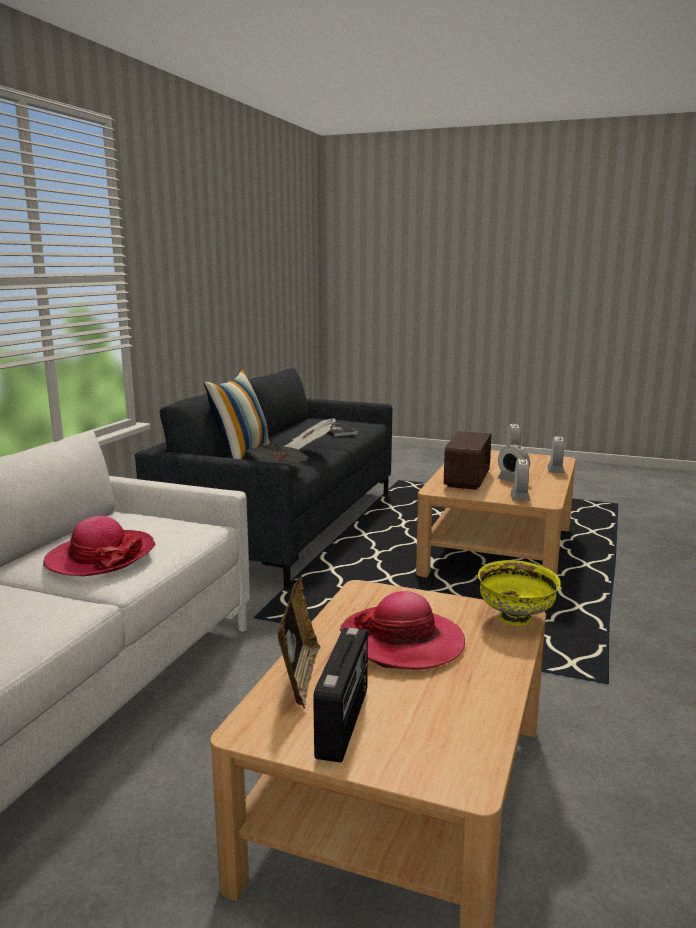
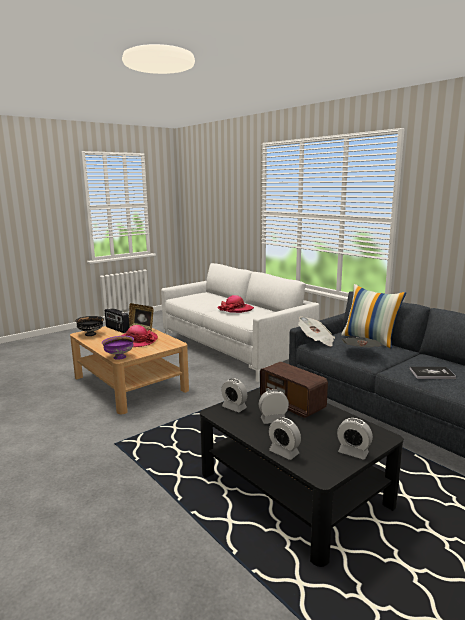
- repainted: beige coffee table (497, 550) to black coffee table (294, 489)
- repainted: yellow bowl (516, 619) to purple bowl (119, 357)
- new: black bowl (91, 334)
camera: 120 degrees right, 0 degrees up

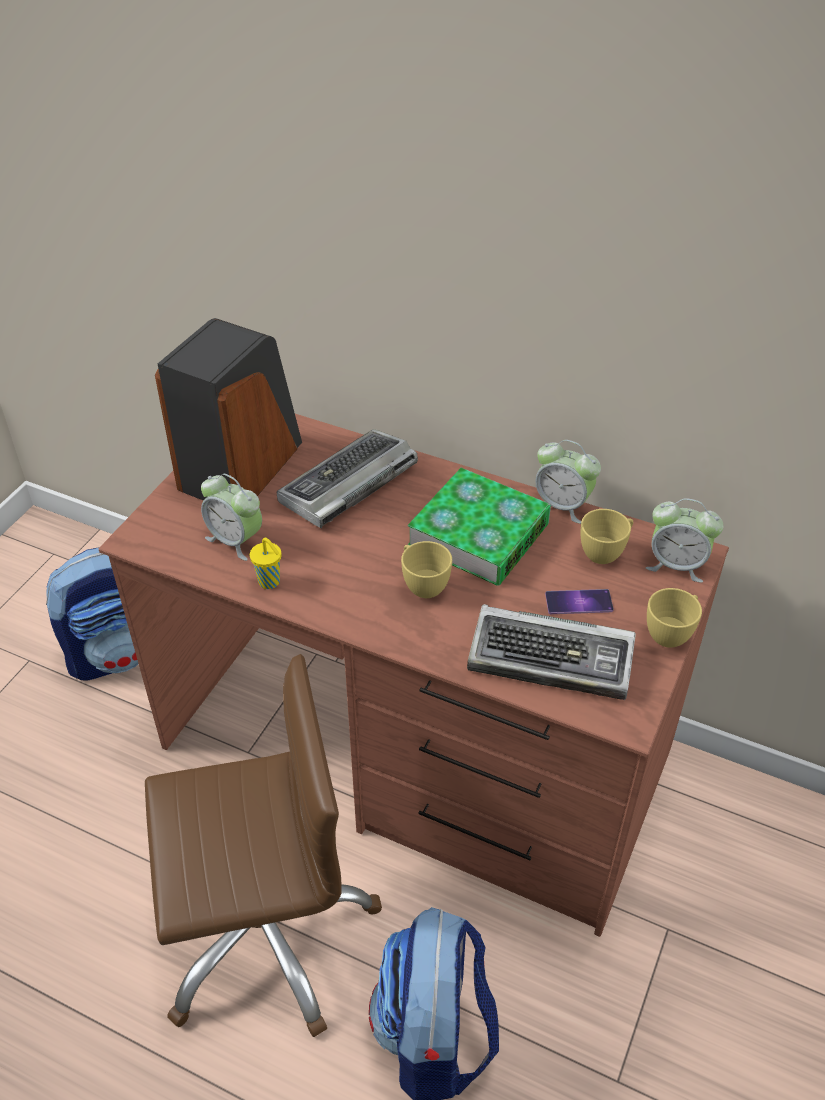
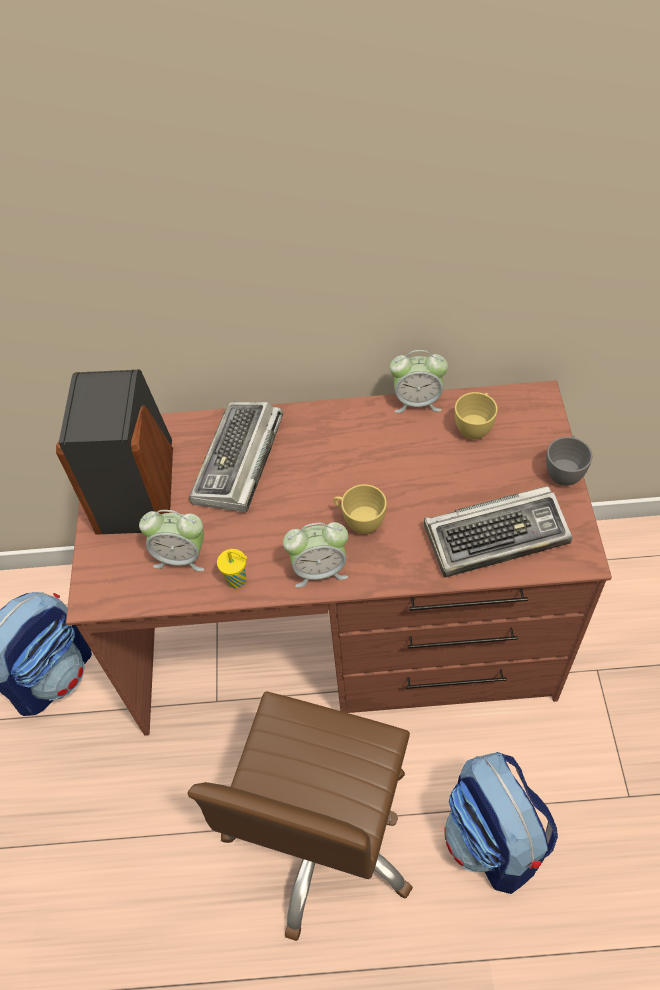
- rotated: brown office chair (265, 931) = (323, 834) 150 degrees clockwise
- gone: book (479, 534)
- gone: phone (579, 602)
- shifted: alarm clock (676, 564) to (319, 570)
- repainted: yellow cup (671, 633) to grey cup (564, 471)
camera: 25 degrees left, 10 degrees up

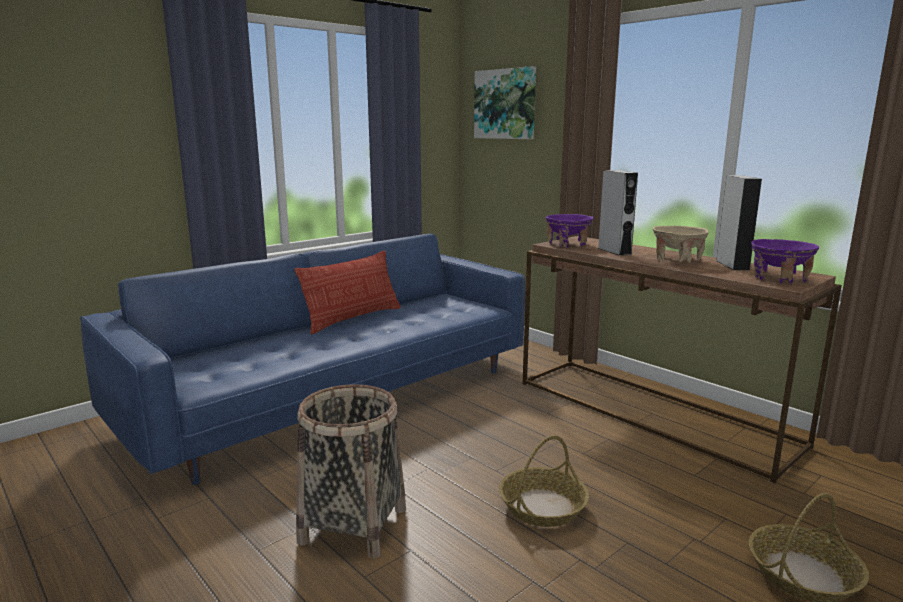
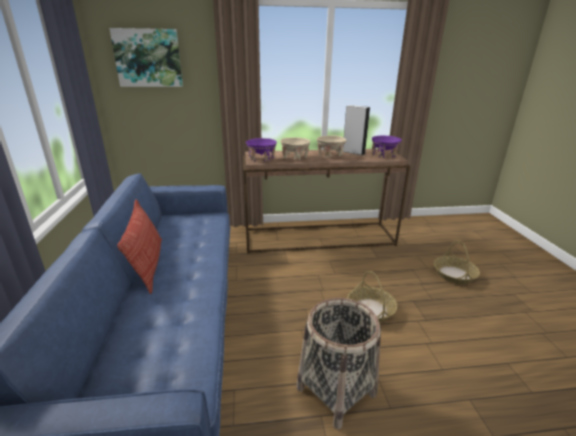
- swapped: grey speaker (614, 251) to beige bowl (294, 157)
camera: 55 degrees left, 10 degrees up

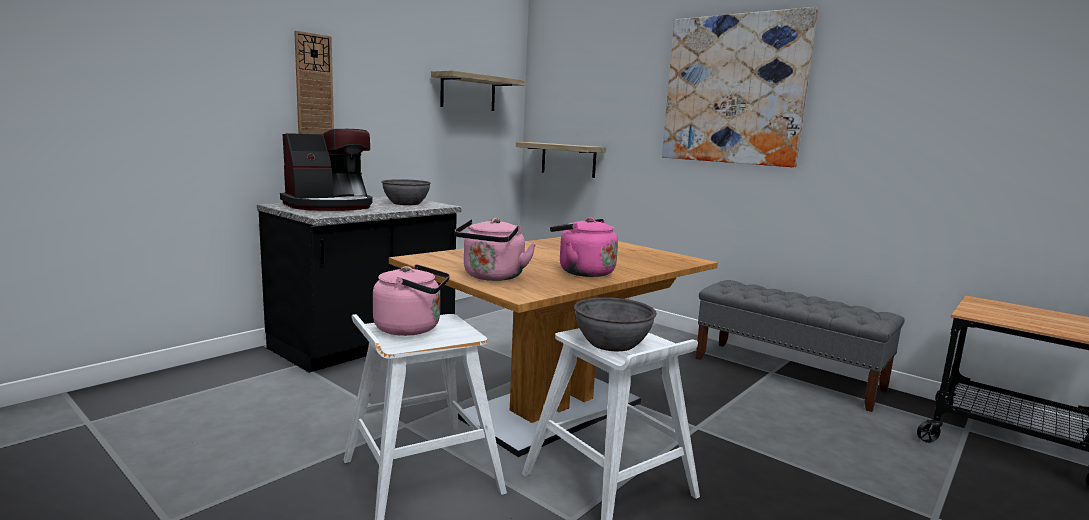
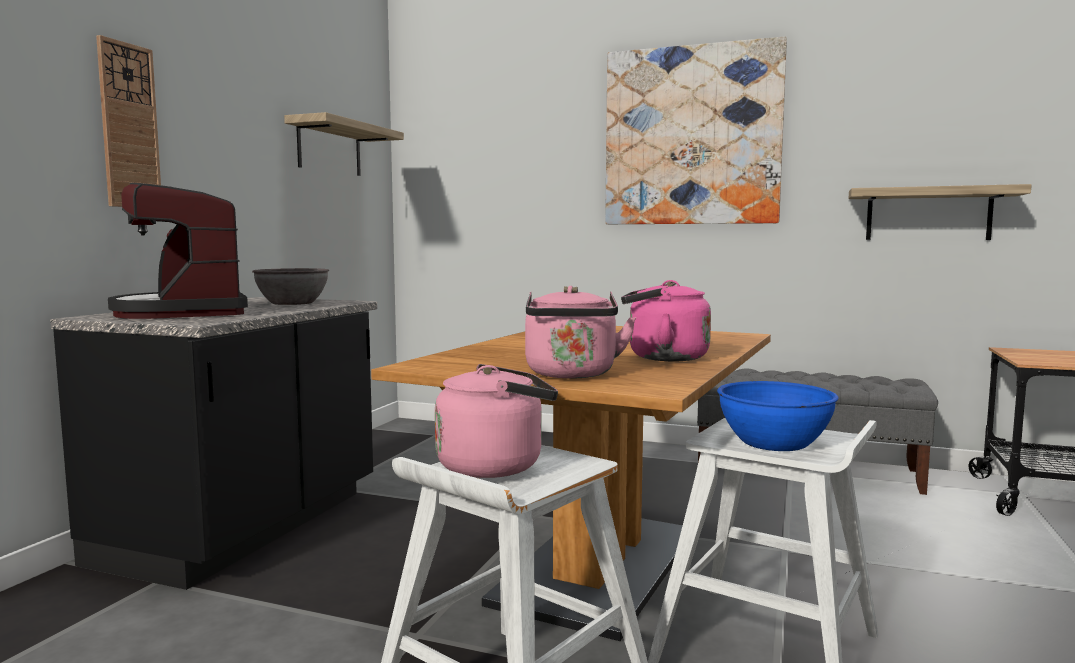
- rotated: coffee machine (329, 206) = (183, 312) 120 degrees clockwise
- shifted: shelf (568, 159) to (928, 214)
- repainted: grey bowl (612, 344) to blue bowl (773, 443)
camera: 20 degrees left, 5 degrees down

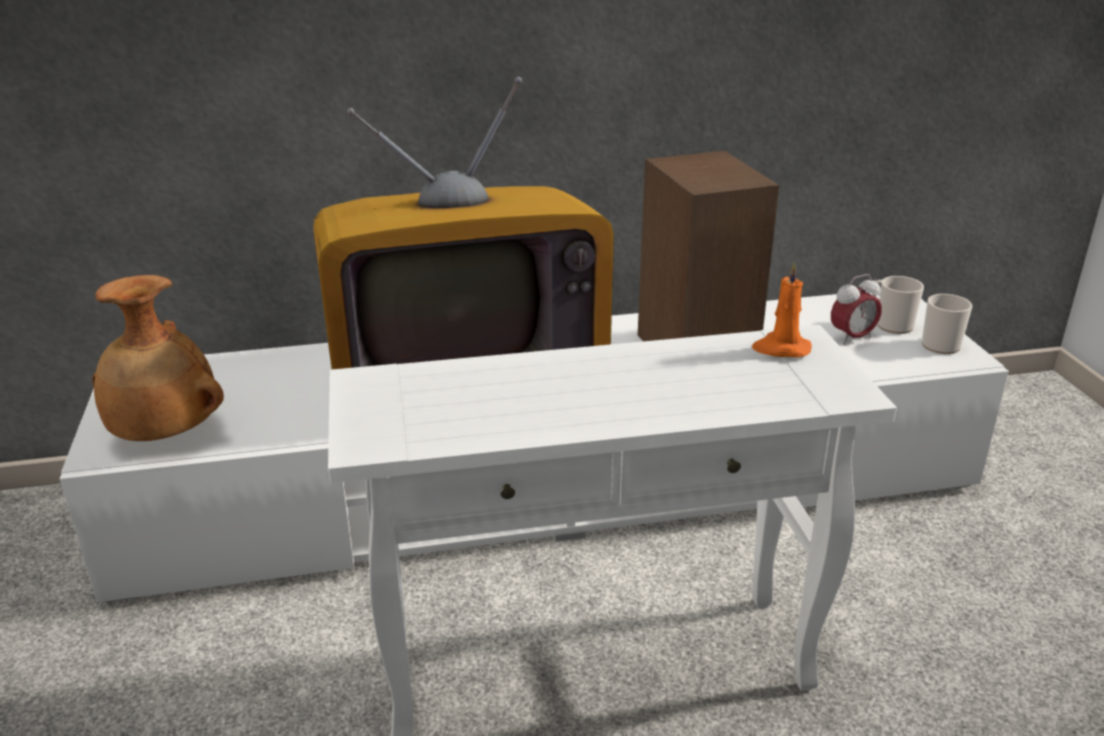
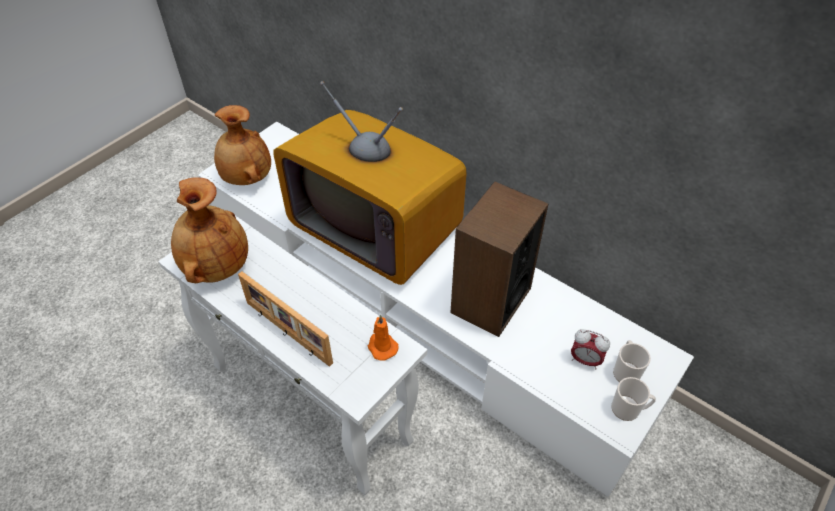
- new: brown vase (216, 266)
- new: picture frame (287, 333)
camera: 50 degrees right, 20 degrees up

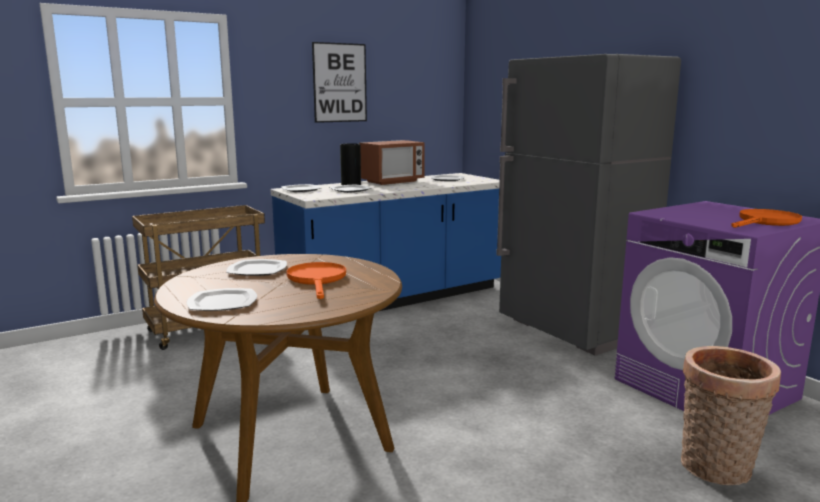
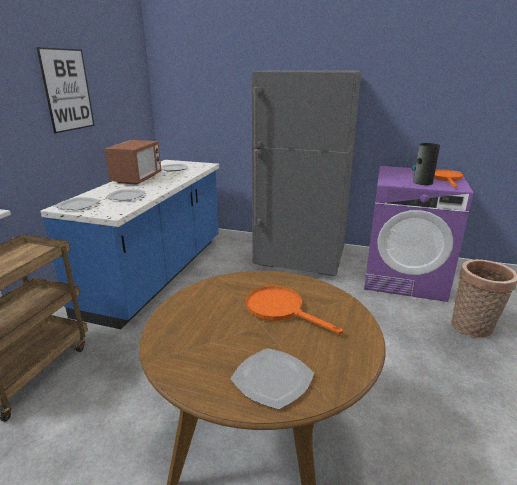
- gone: plate (257, 270)
- shifted: vase (350, 184) to (422, 182)
camera: 40 degrees left, 10 degrees up

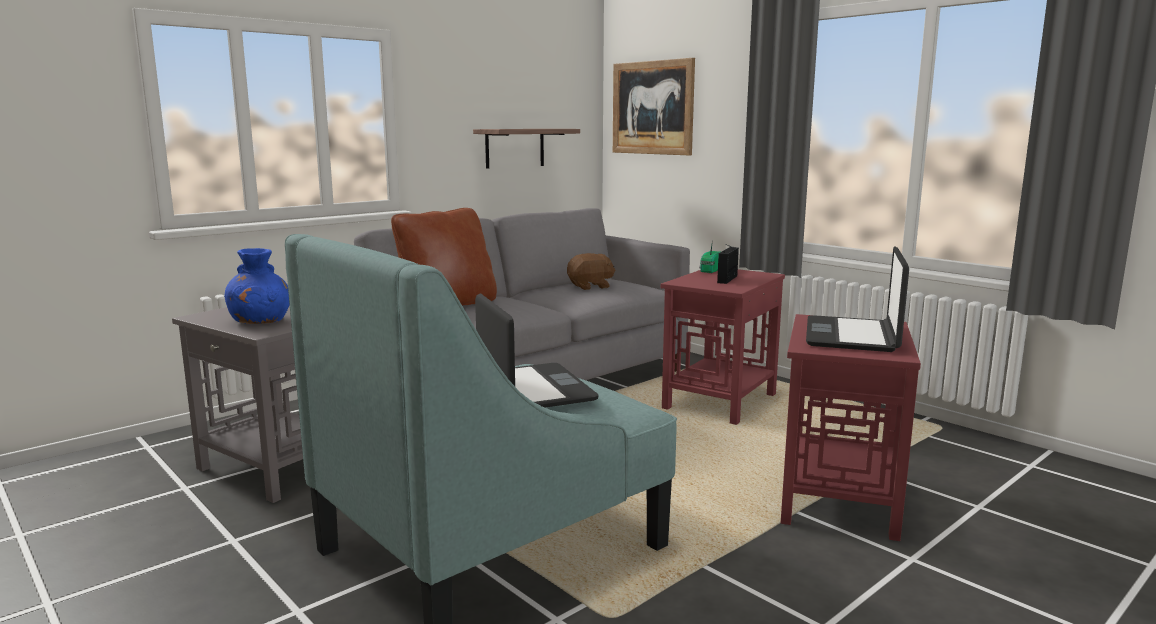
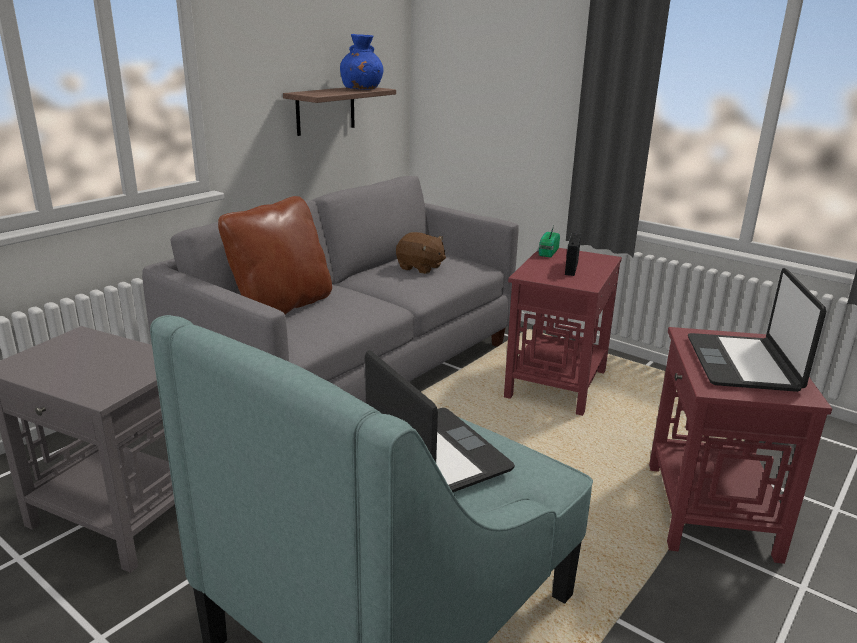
- shifted: blue vase (261, 321) to (362, 89)
- rotated: brown plush toy (590, 286) = (420, 268) 60 degrees clockwise
- gone: picture (652, 108)
camera: 10 degrees left, 10 degrees up

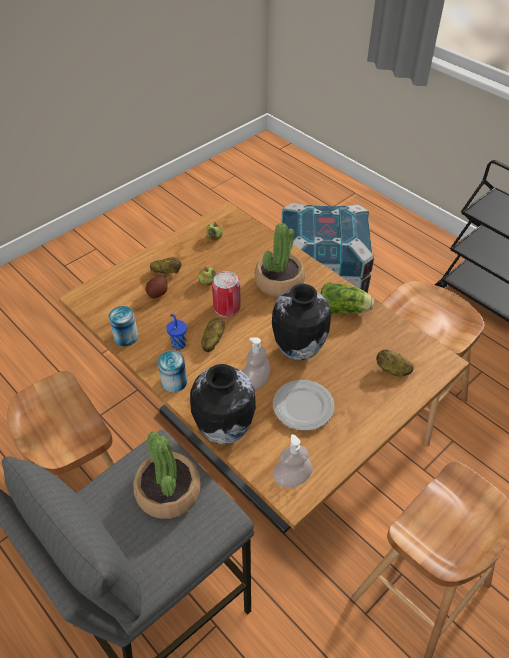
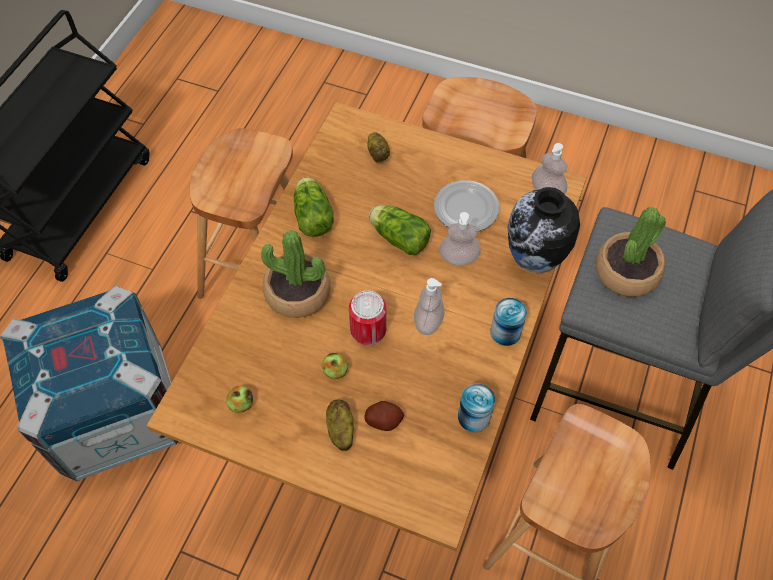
- gone: blue cup (178, 344)
- swapped: potato (212, 341) to soap dispenser (428, 321)
- swapped: vase (297, 351) to lettuce (397, 237)
camera: 115 degrees left, 10 degrees up

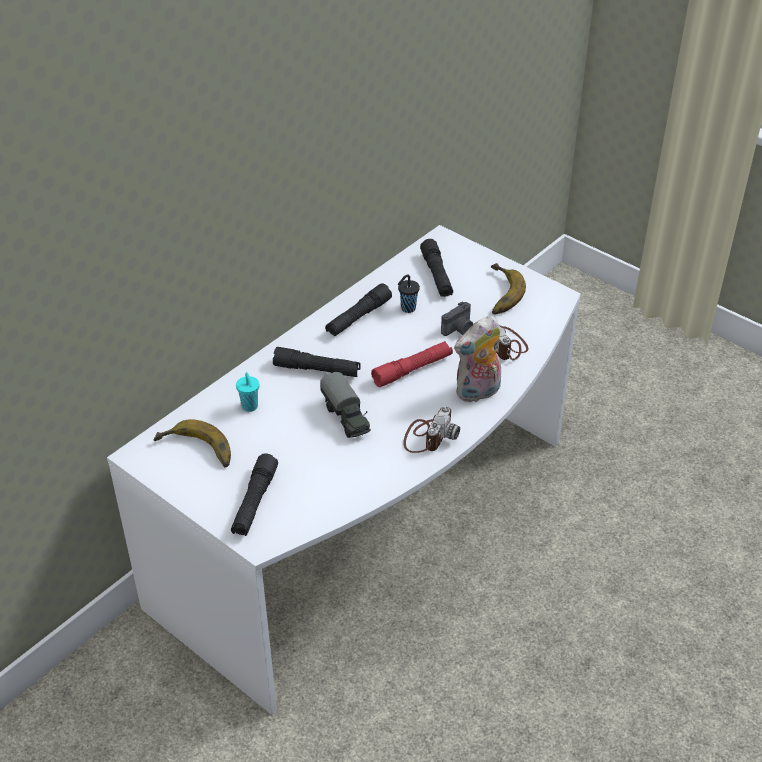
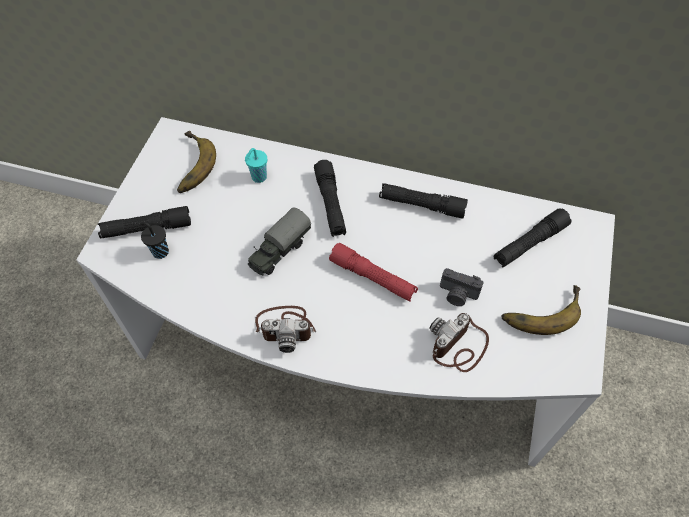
- shifted: black cup (407, 309) to (159, 251)
- gone: plush toy (478, 393)
camera: 65 degrees right, 15 degrees up

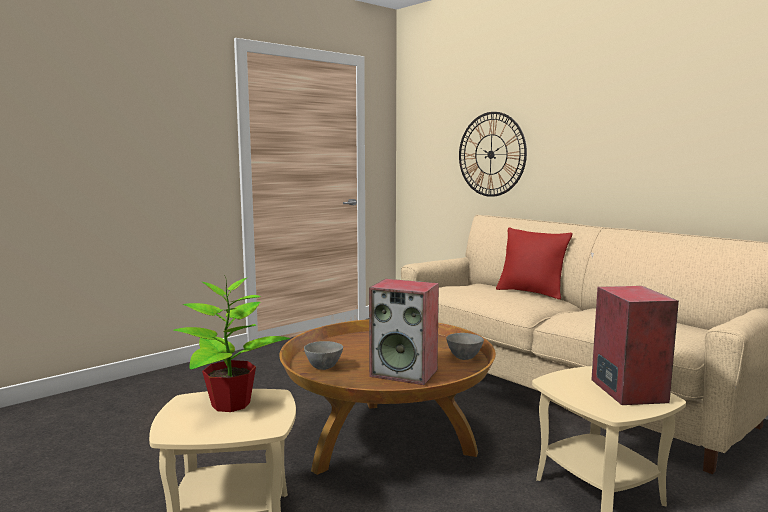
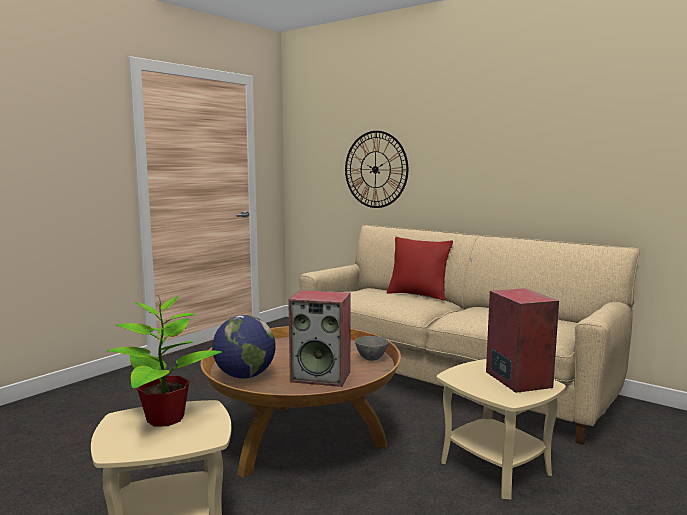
- swapped: grey bowl (324, 367) to globe (245, 376)
camera: 10 degrees left, 0 degrees up

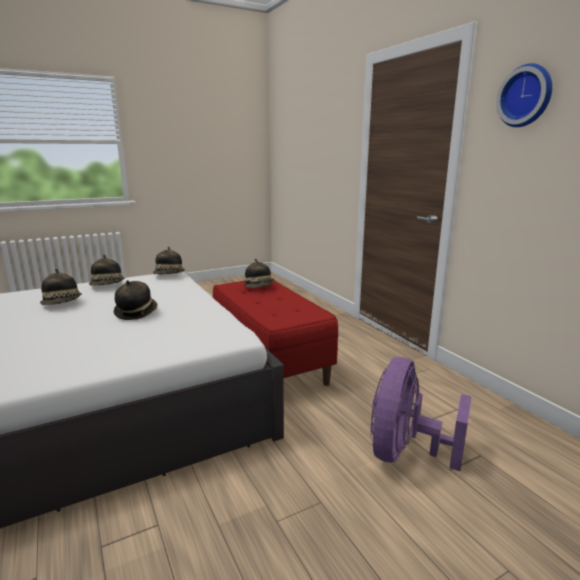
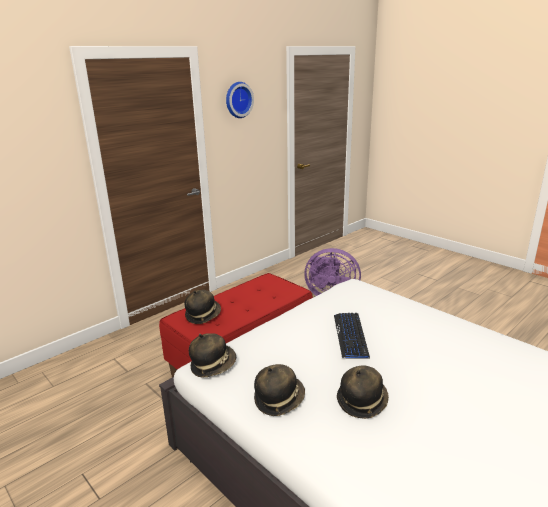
- swapped: hat (136, 313) to keyboard (351, 336)
camera: 105 degrees left, 5 degrees up

